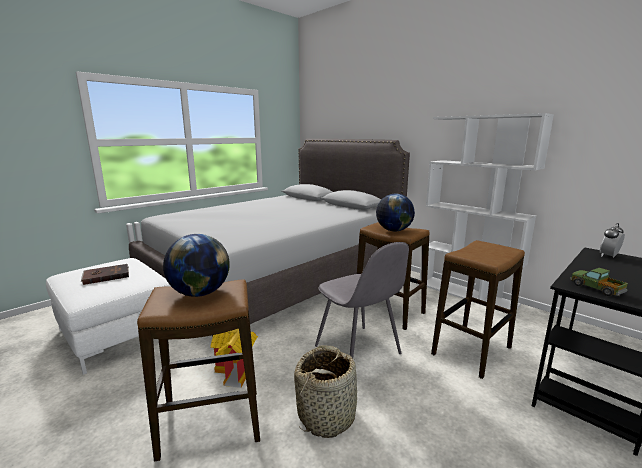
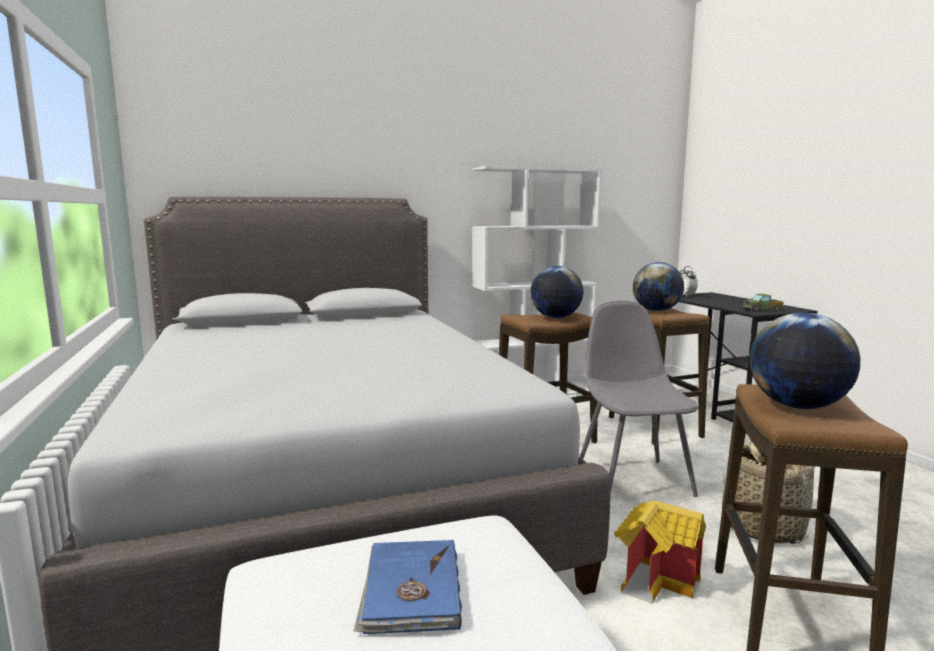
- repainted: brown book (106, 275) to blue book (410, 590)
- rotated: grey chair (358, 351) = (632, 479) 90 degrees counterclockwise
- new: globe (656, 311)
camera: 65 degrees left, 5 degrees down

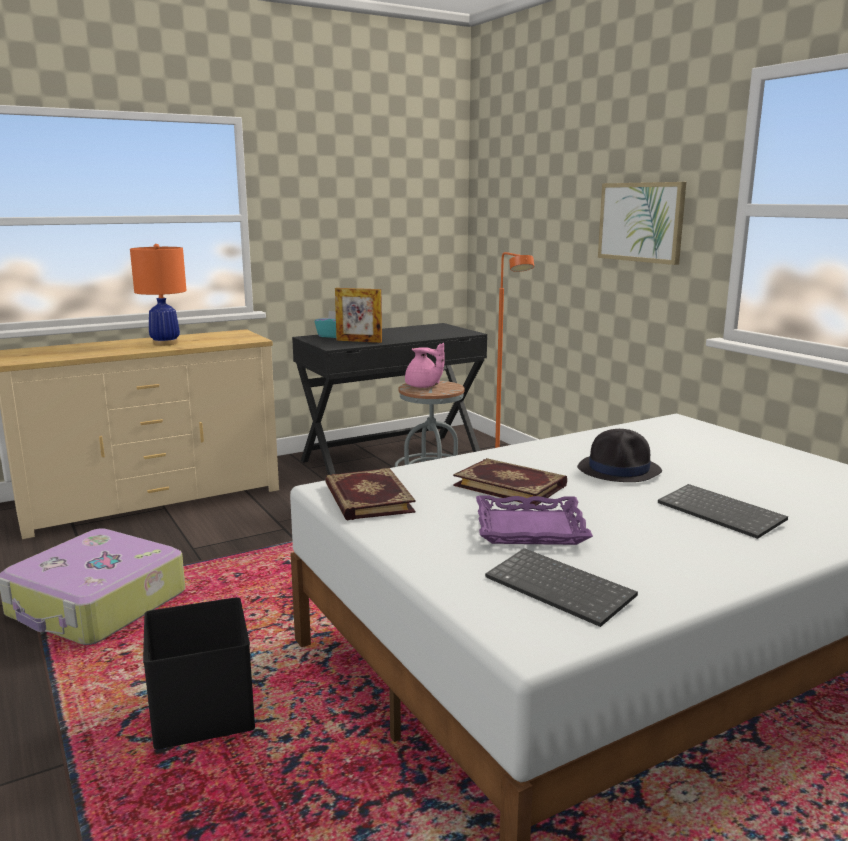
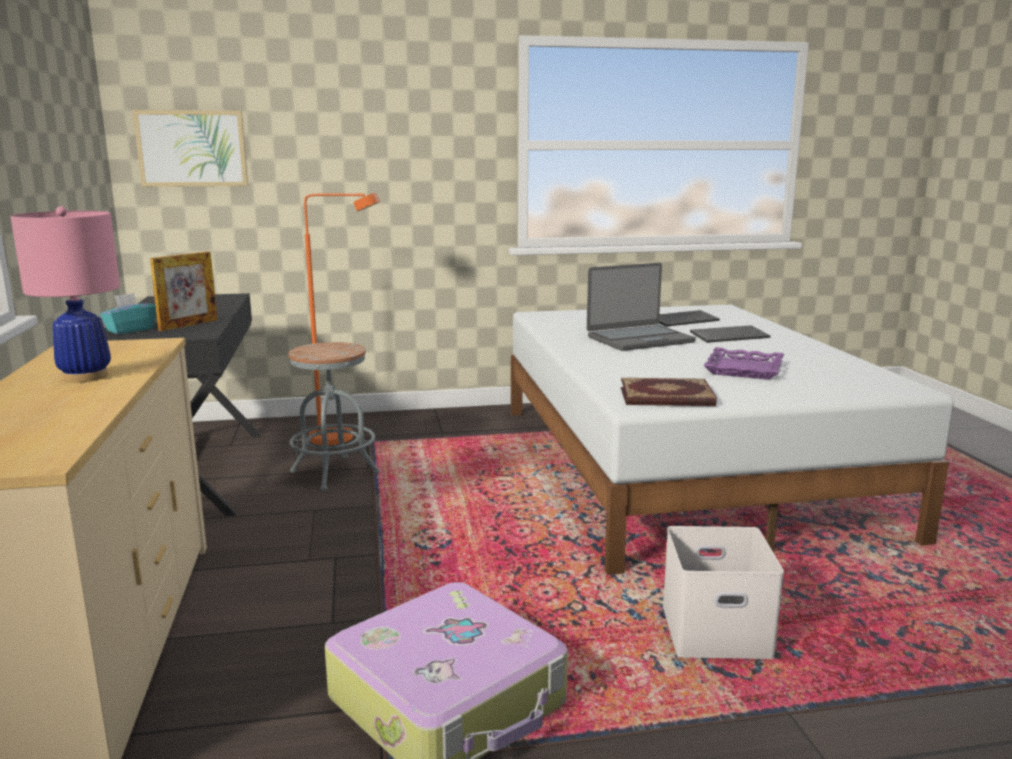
- repainted: orange table lamp (165, 343) to pink table lamp (85, 376)
- repainted: black storage box (200, 711) to white storage box (714, 633)
- gone: pink teapot (423, 387)
- gone: book (510, 485)
- shifted: keyboard (562, 589) to (683, 320)
- swapped: black hat (619, 470) to laptop (639, 339)
- shifted: picture (641, 222) to (192, 148)
camera: 70 degrees left, 0 degrees up

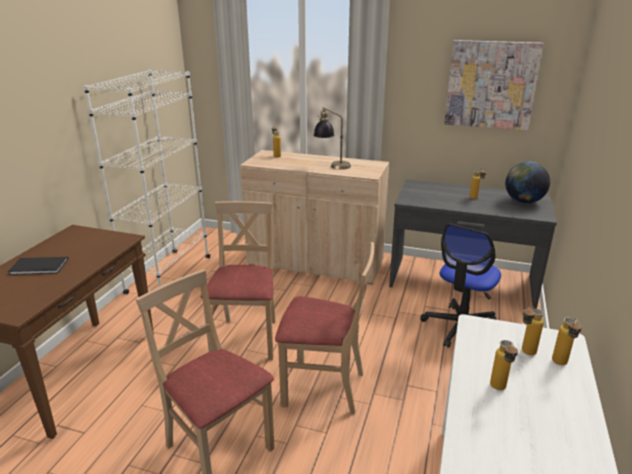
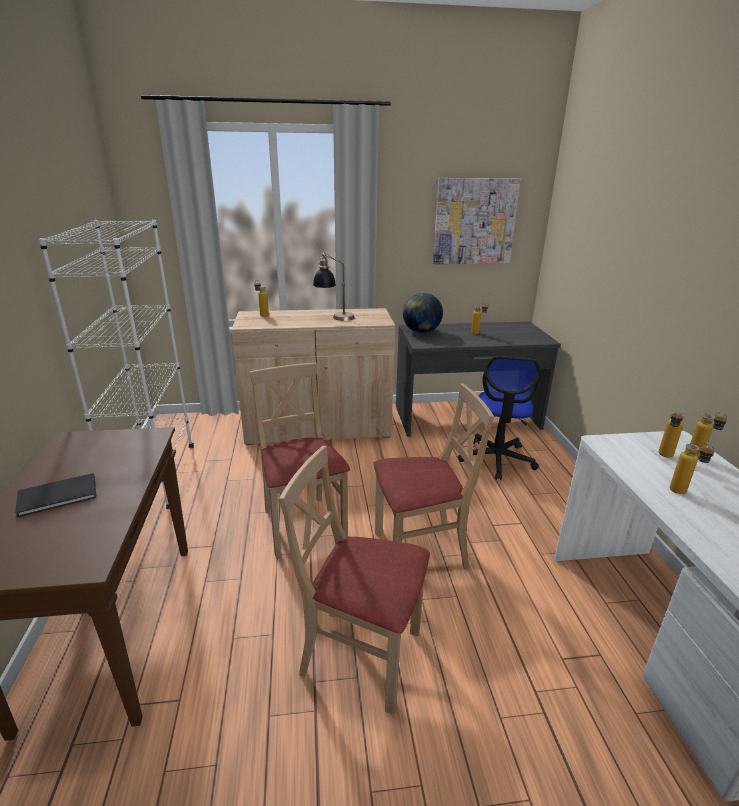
- shifted: globe (523, 201) to (421, 332)
camera: 25 degrees left, 0 degrees up

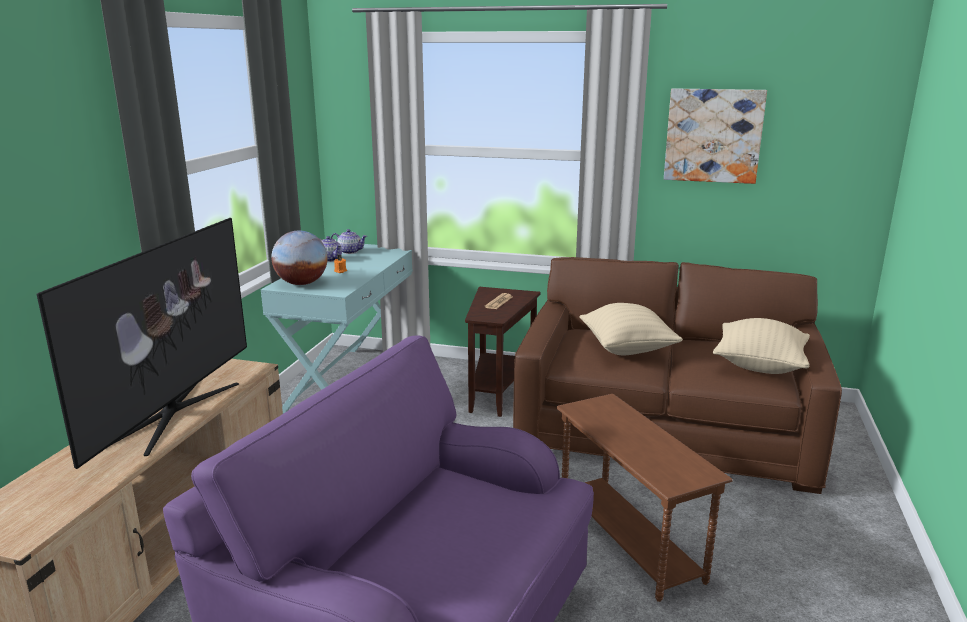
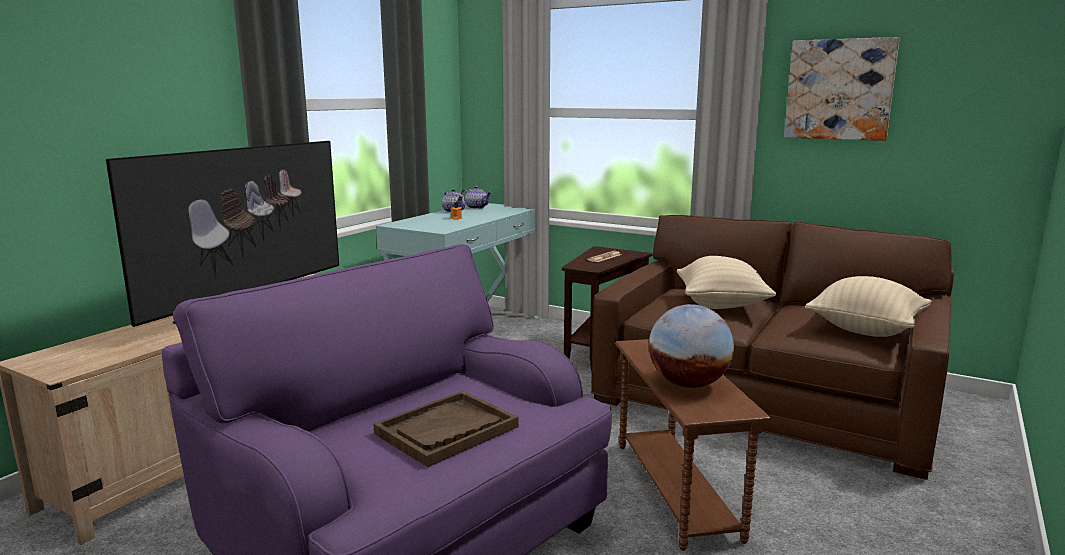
- shifted: globe (301, 283) to (688, 384)
- new: brown tray (447, 430)
camera: 15 degrees right, 5 degrees down

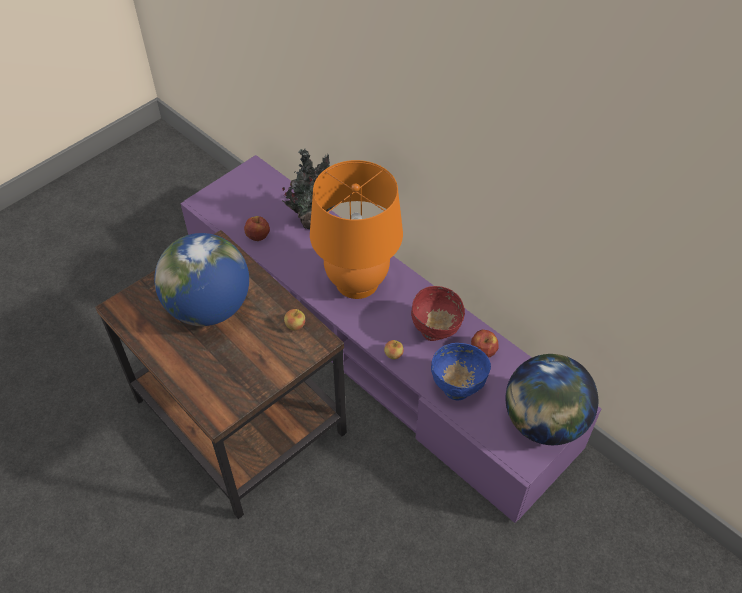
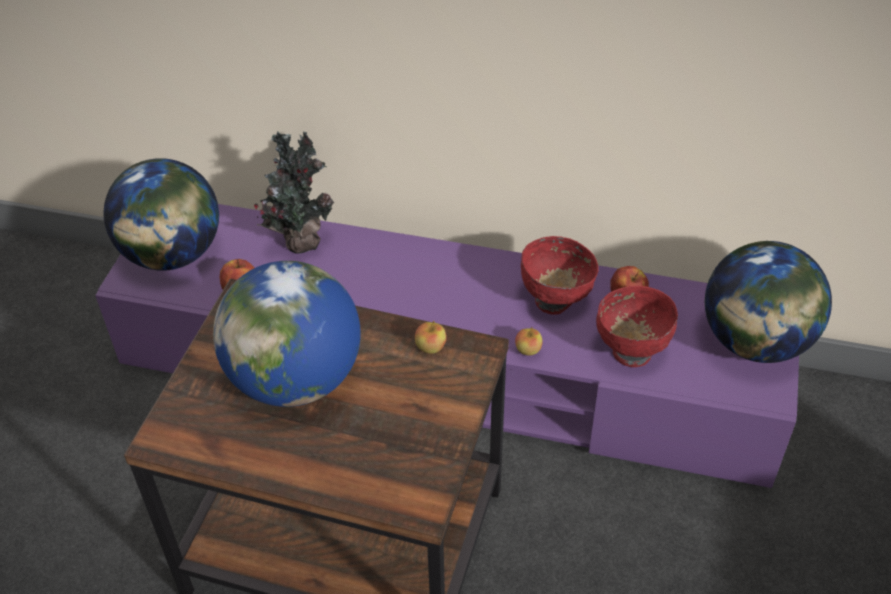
- gone: orange table lamp (357, 282)
- repainted: blue bowl (457, 387) to red bowl (631, 351)
- new: globe (172, 254)
camera: 30 degrees left, 5 degrees down

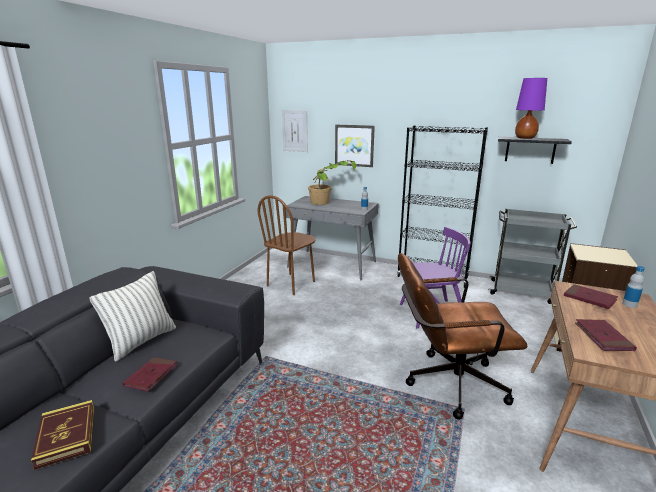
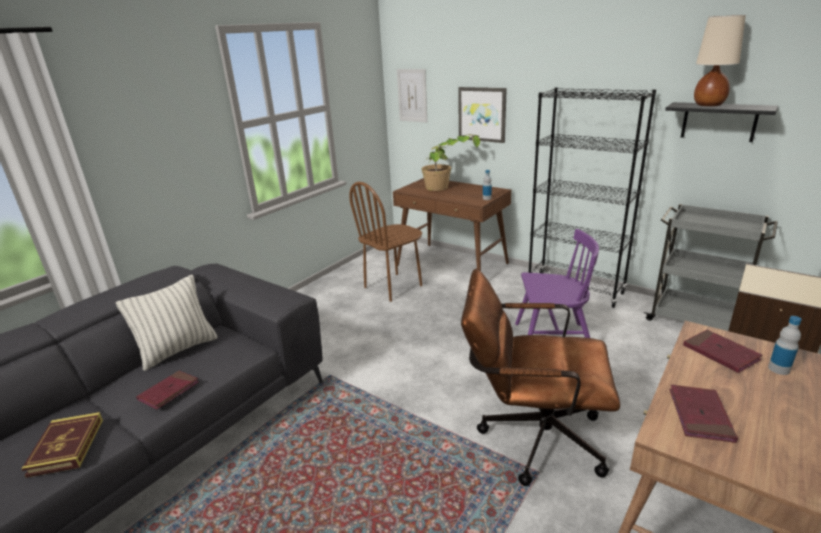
- repainted: grey desk (332, 264) to brown desk (452, 264)
- repainted: purple table lamp (525, 138) to beige table lamp (708, 105)
camera: 15 degrees right, 5 degrees up

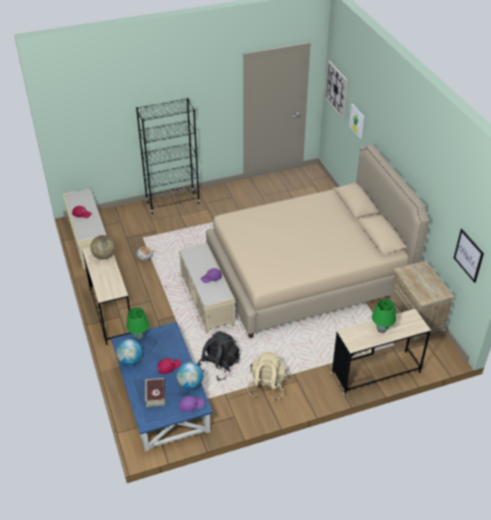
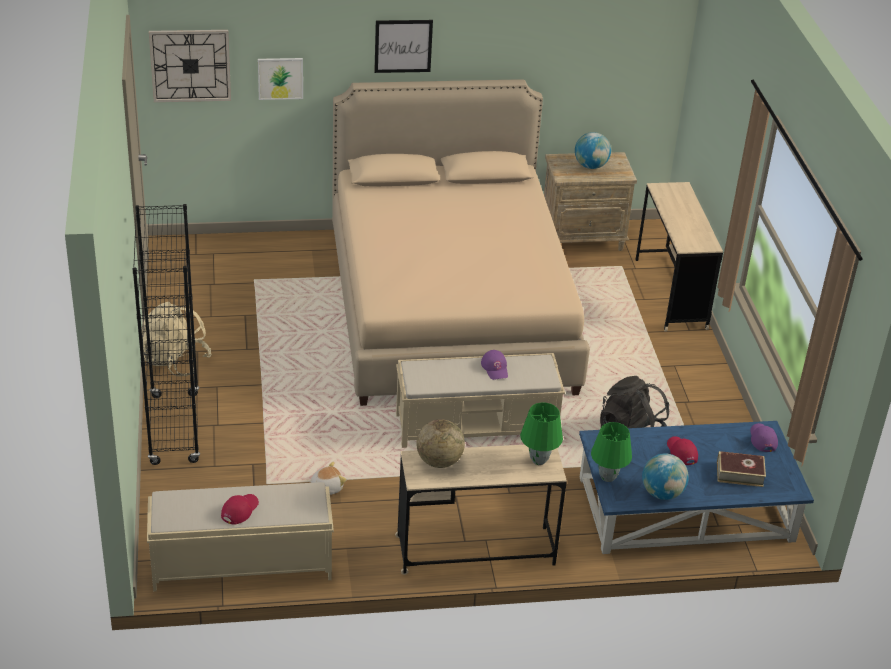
- shifted: globe (190, 384) to (591, 166)
- shifted: beige backpack (267, 386) to (175, 361)
- shifted: green table lamp (381, 330) to (538, 460)
- shifted: picture (468, 255) to (403, 46)
camera: 80 degrees left, 5 degrees down

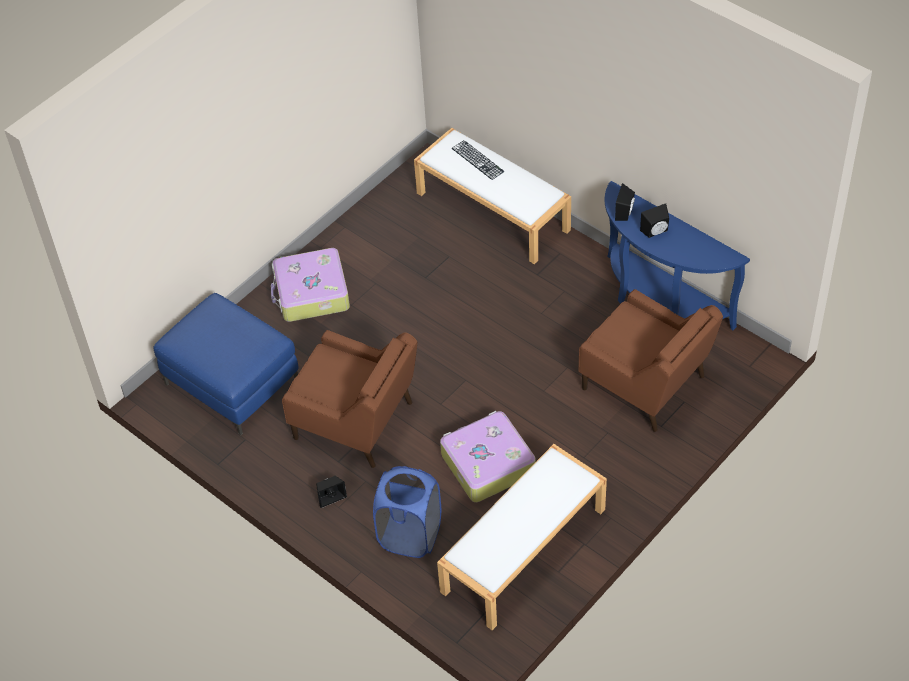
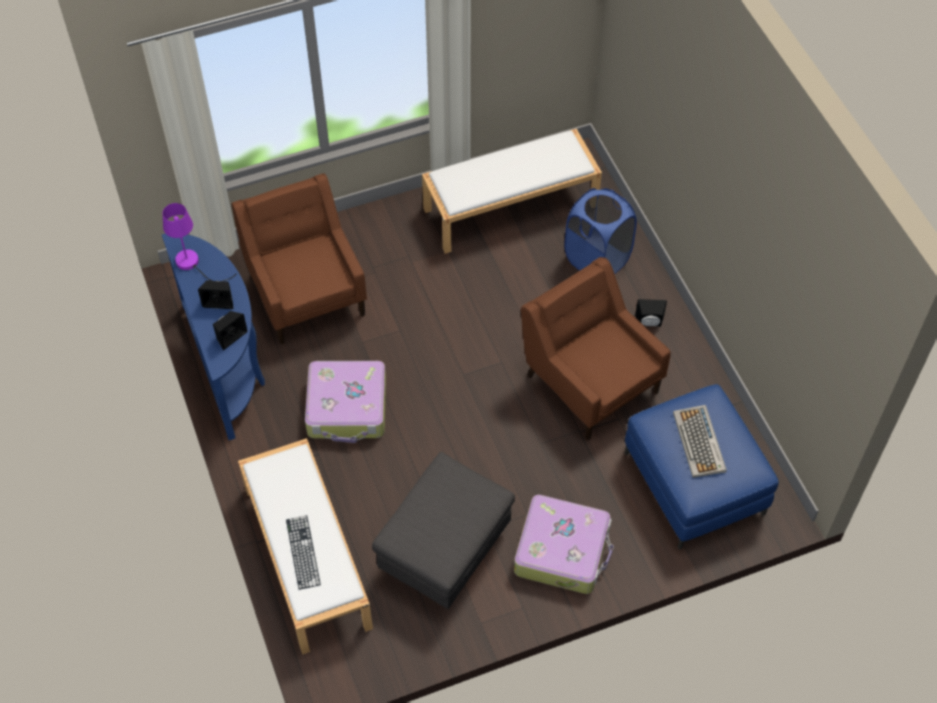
- shifted: suitcase (487, 463) to (347, 408)
- new: purple table lamp (193, 264)
- new: grey ottoman (445, 552)
- new: keyboard (699, 442)
camera: 155 degrees left, 5 degrees up

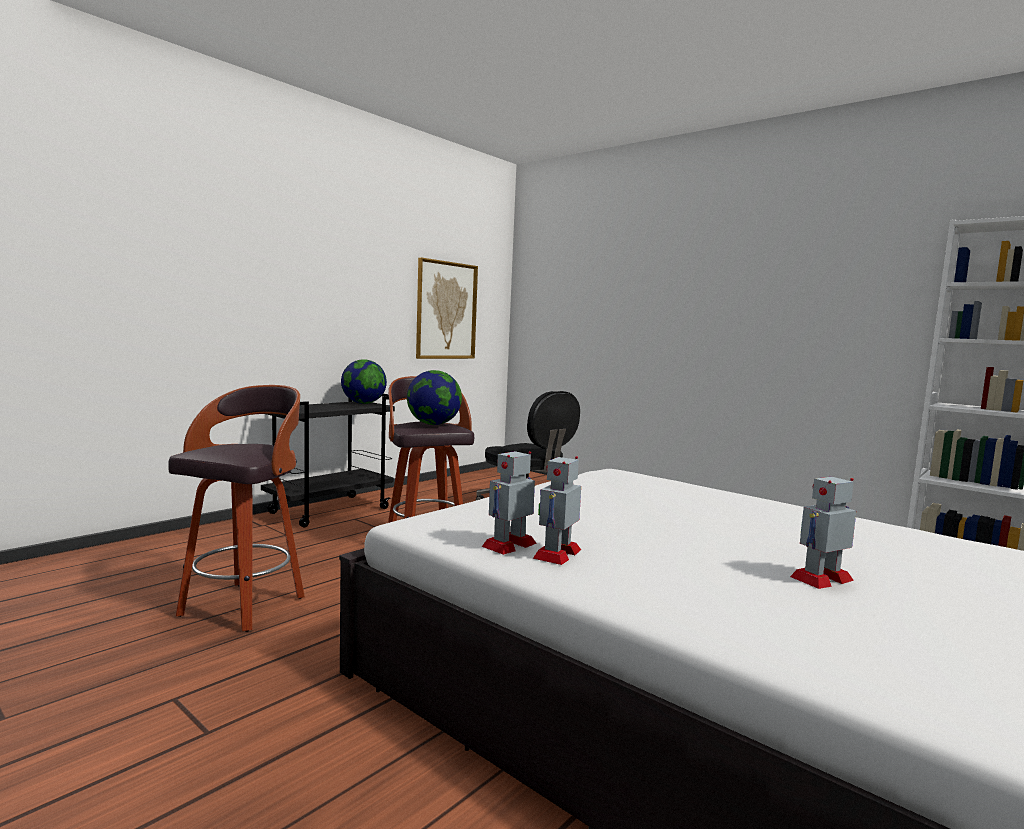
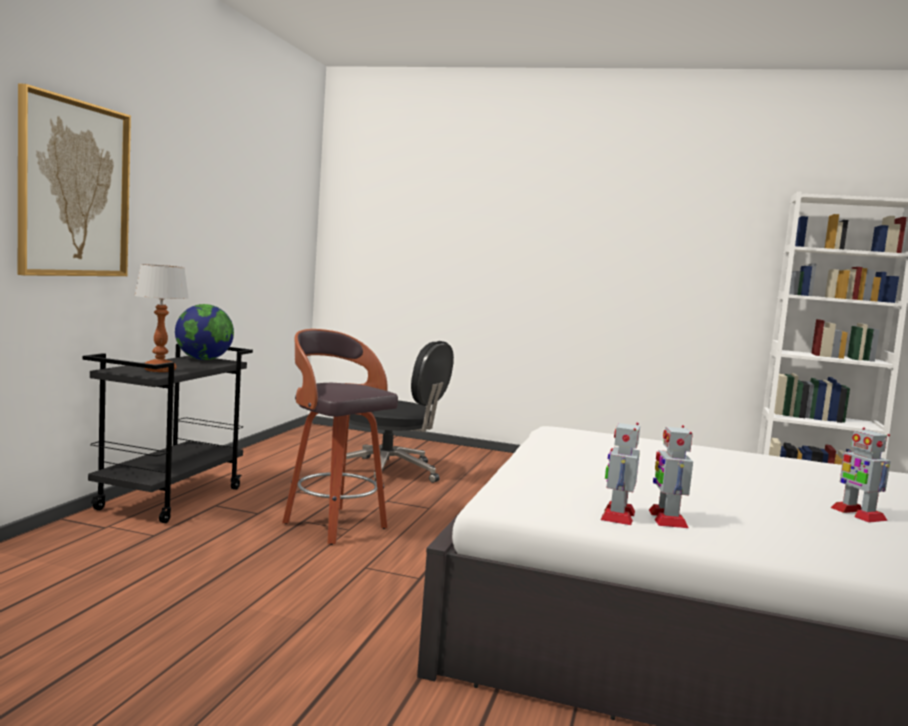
- gone: stool (245, 605)
- gone: globe (433, 424)
- shifted: picture (446, 310) to (74, 189)
- rotated: toy robot (821, 578) = (857, 514) 60 degrees counterclockwise
- new: table lamp (159, 370)
camera: 25 degrees left, 0 degrees up

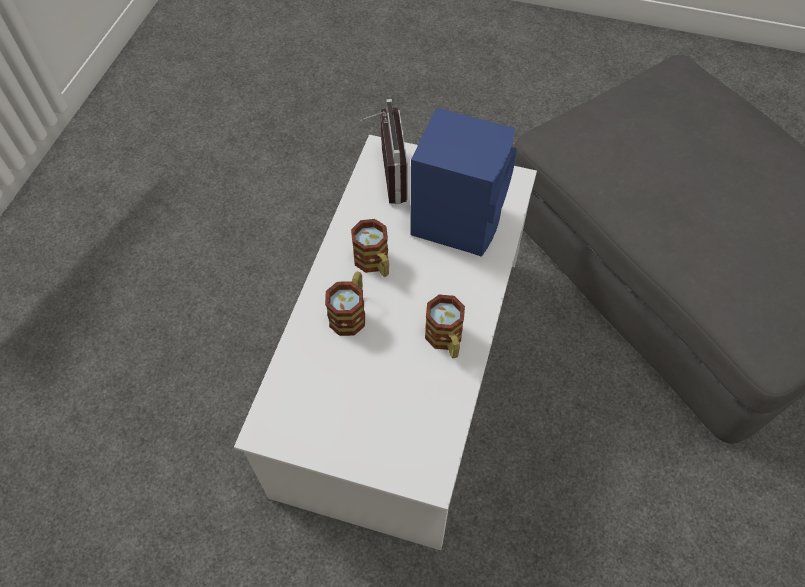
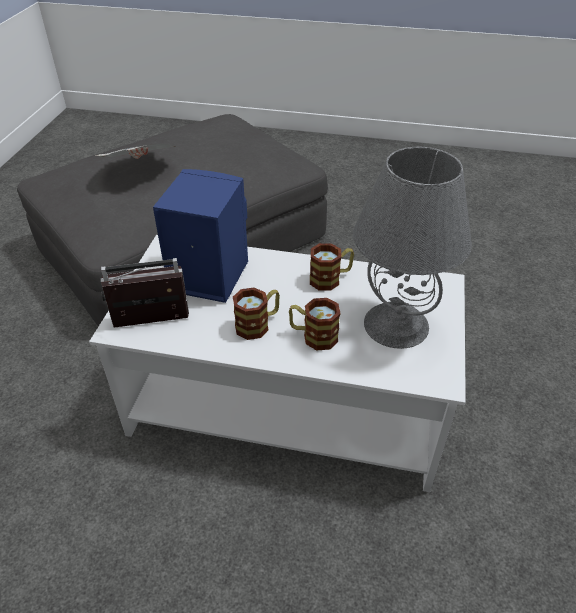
- new: newspaper (140, 170)
- new: grey table lamp (397, 324)
camera: 95 degrees left, 15 degrees down

